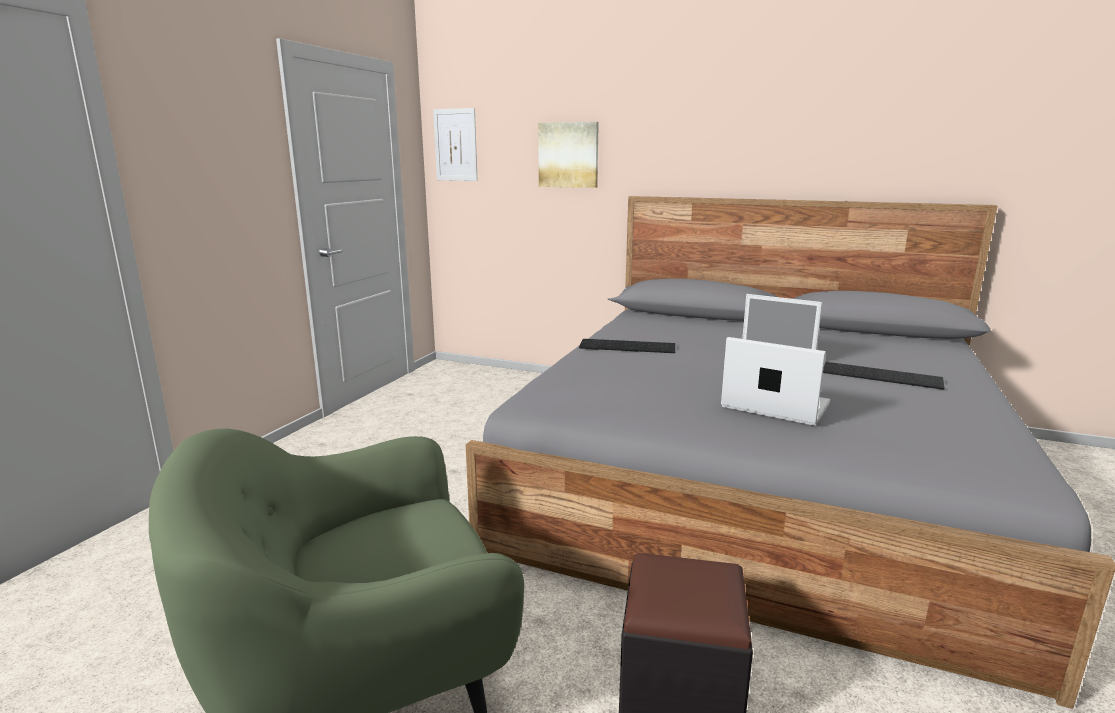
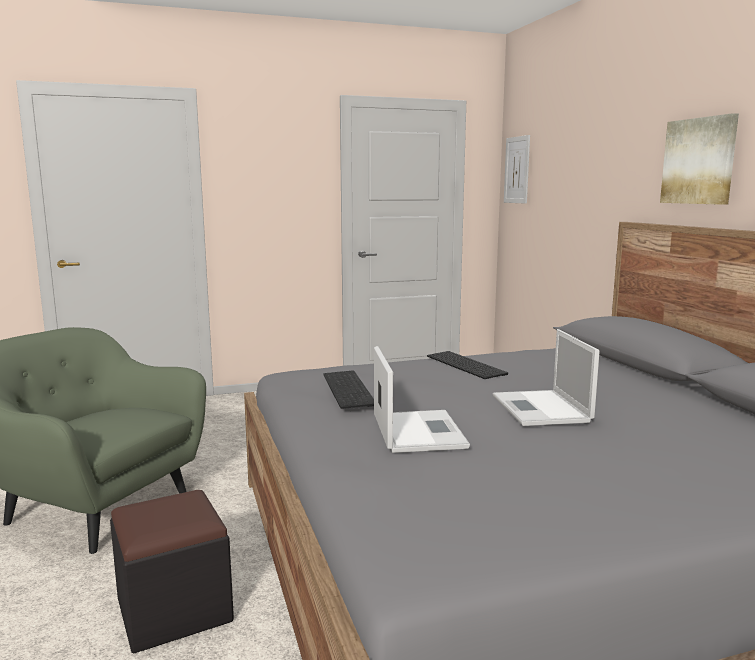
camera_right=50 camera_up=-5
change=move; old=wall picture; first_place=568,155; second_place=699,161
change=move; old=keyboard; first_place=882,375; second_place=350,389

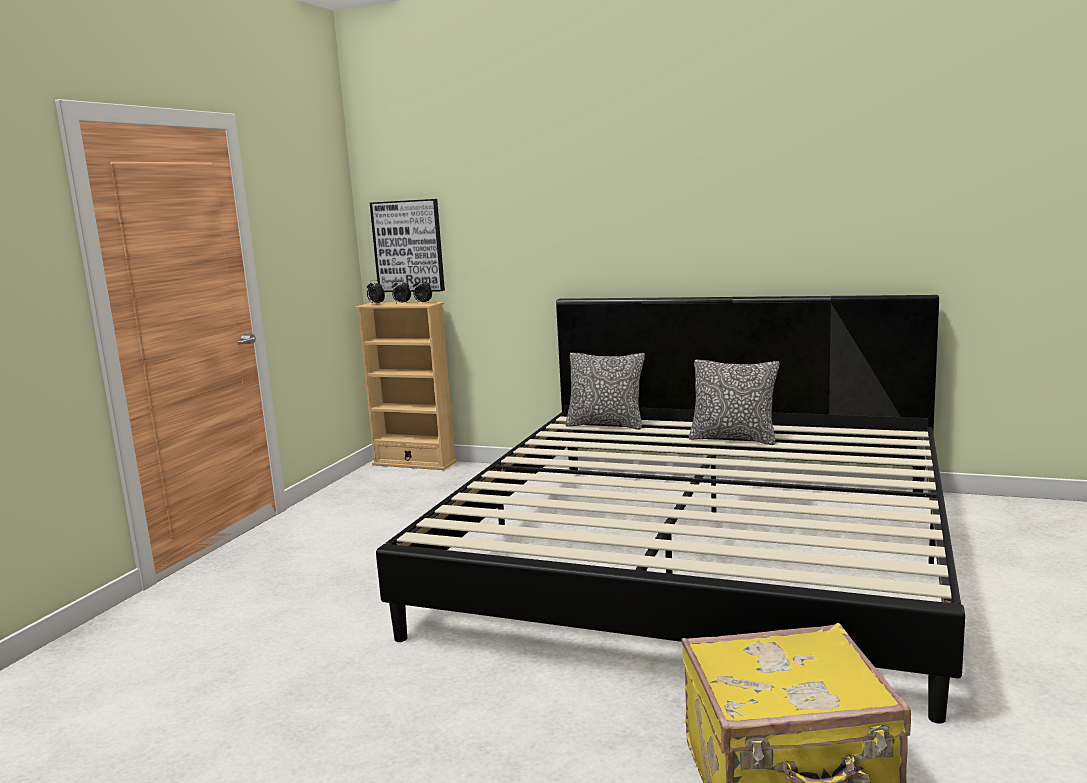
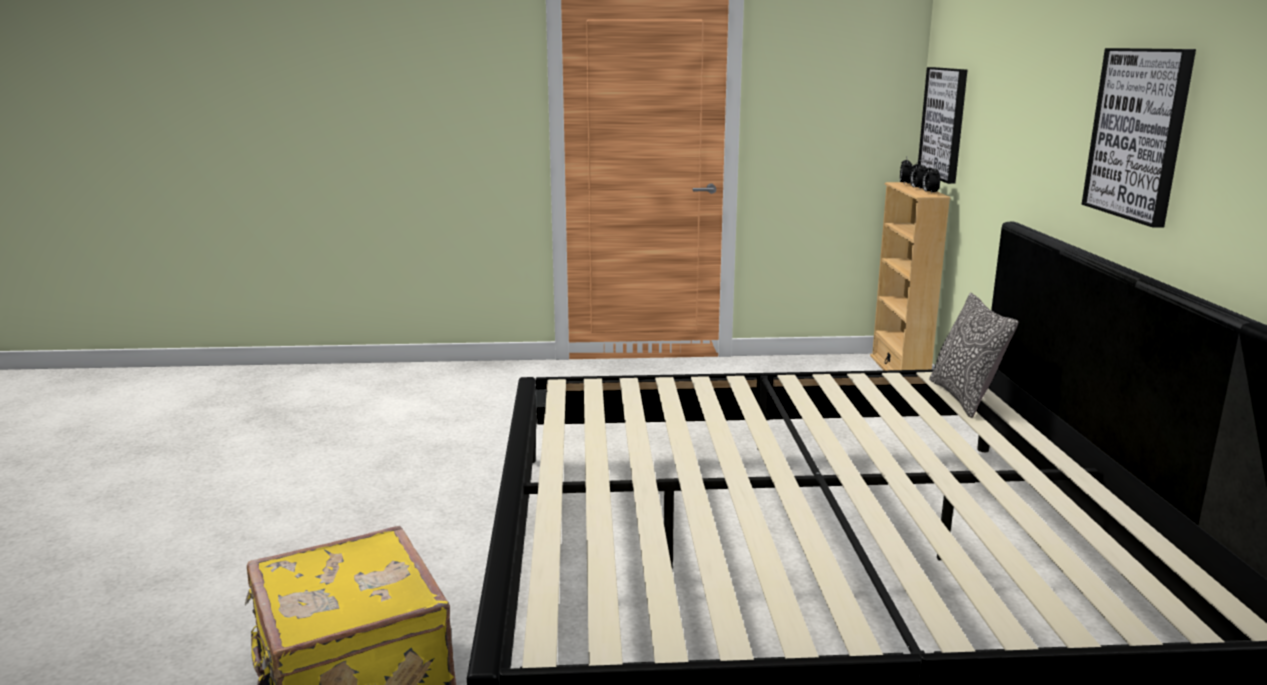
camera_right=65 camera_up=5
change=delete; old=pillow; first_place=733,439
change=insert; new=wall picture; second_place=1138,134

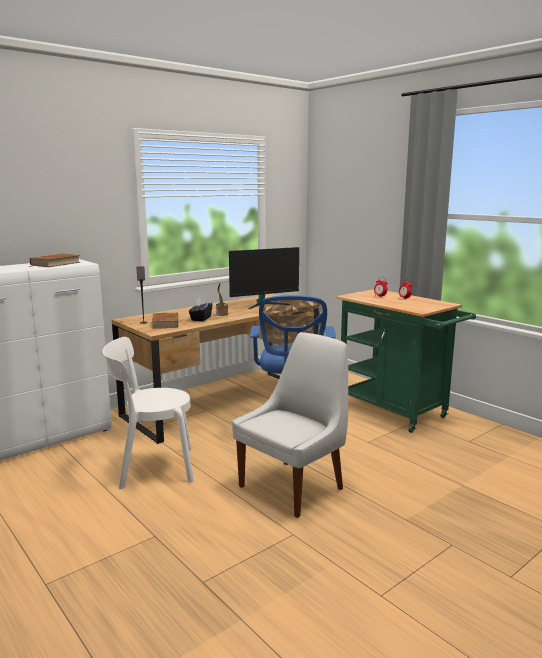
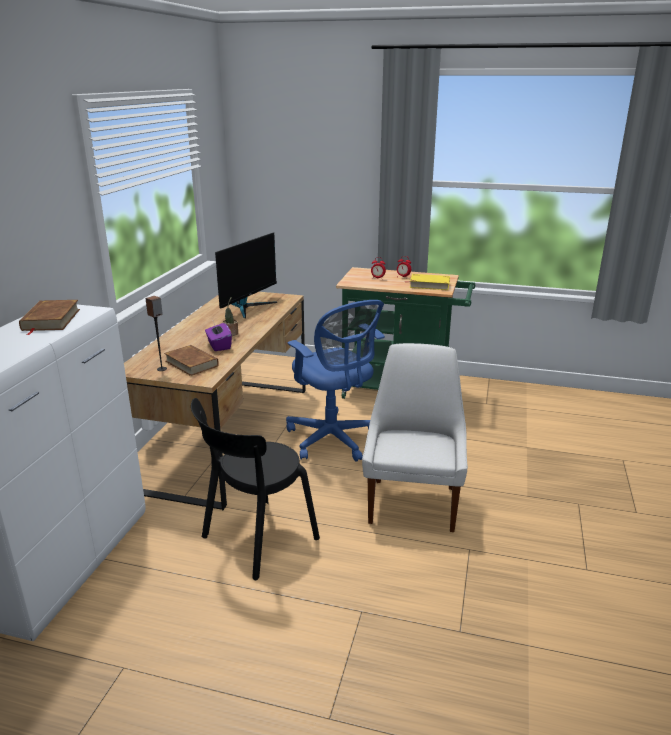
camera_right=-35 camera_up=10
change=recolor; old=white-coloured upright chair; new=black upright chair; first_place=152,467; second_place=256,540
change=recolor; old=black tissue box; new=purple-coloured tissue box; first_place=200,318; second_place=219,346
change=insert; new=yellow bound book; second_place=429,285

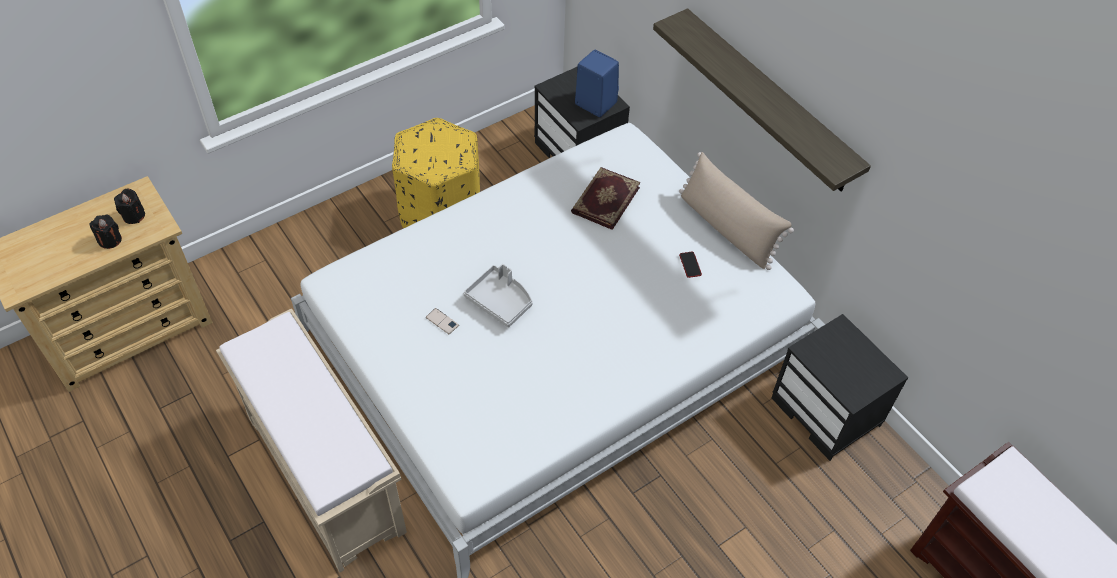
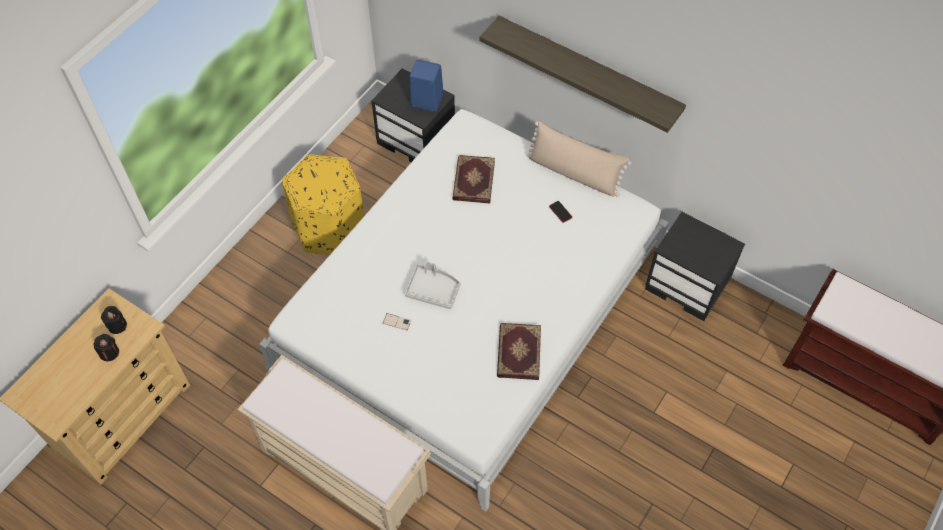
camera_right=-20 camera_up=5
change=insert; new=bound book; second_place=518,352

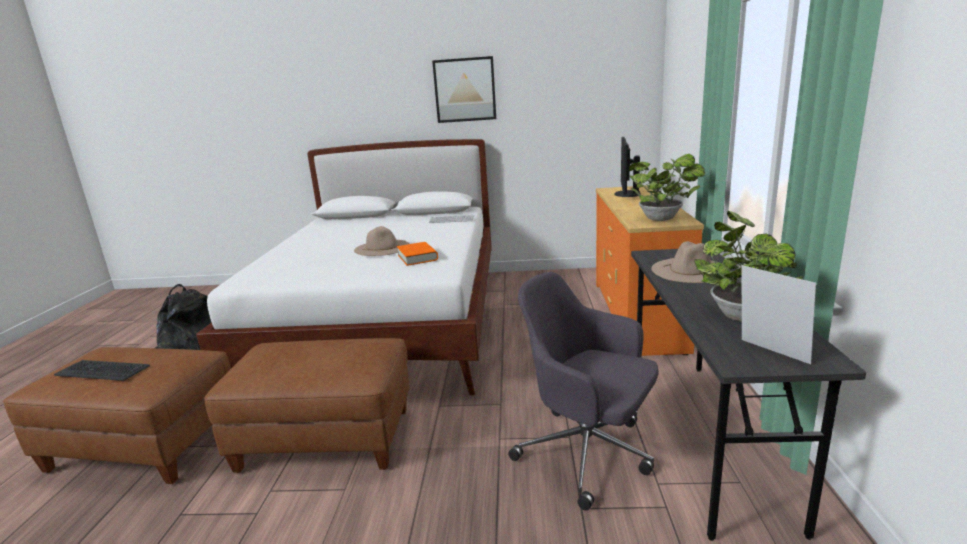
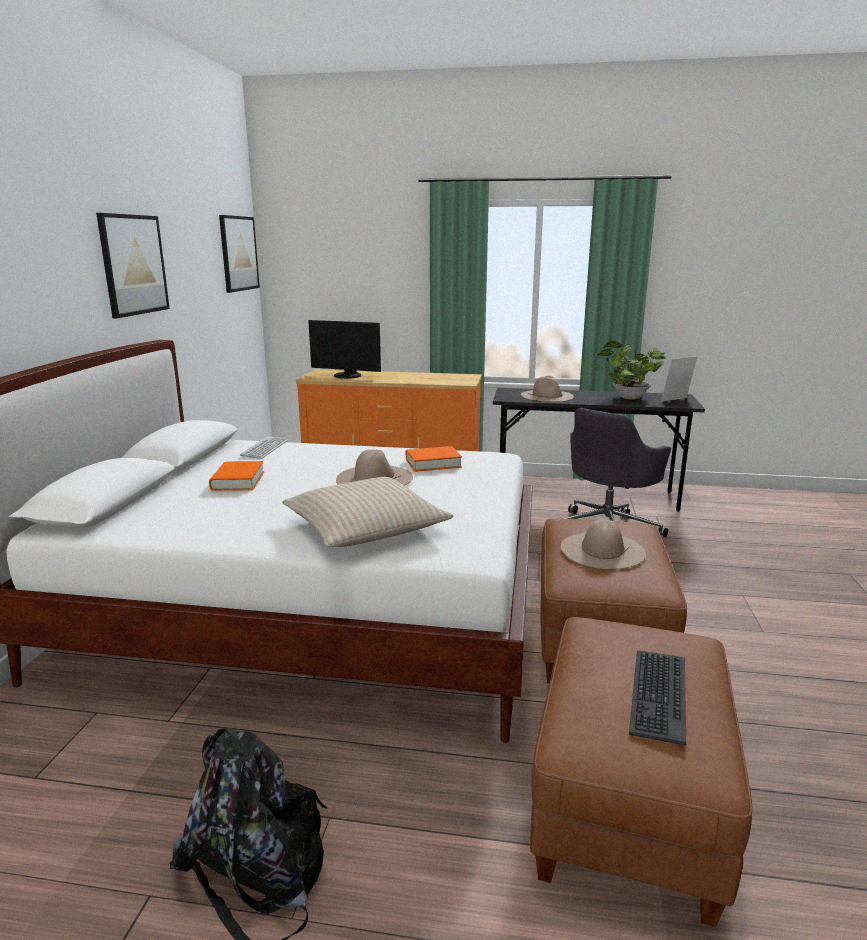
camera_right=-85 camera_up=0
change=delete; old=plant in a pot; first_place=663,219
change=insert; new=orange-coloured bound book; second_place=238,481
change=insert; new=wall picture; second_place=238,253
change=insert; new=beige pillow; second_place=365,528
change=insert; new=beige clothing hat; second_place=602,550

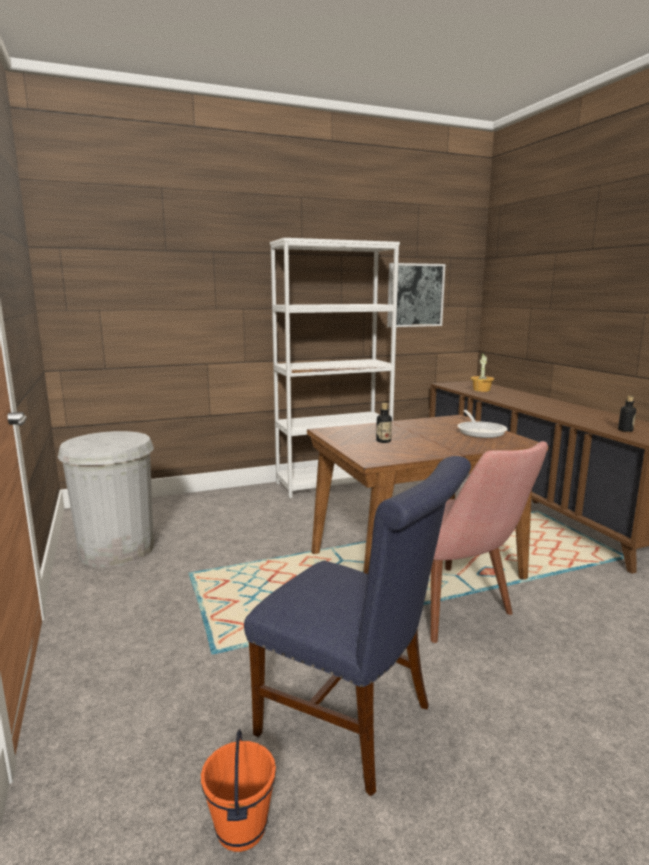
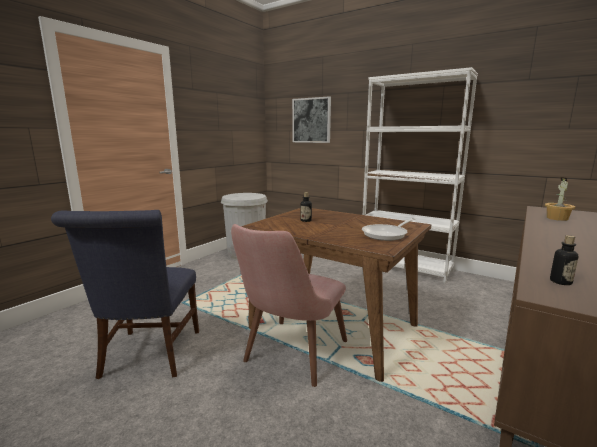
camera_right=55 camera_up=0
change=delete; old=orange-coloured pail; first_place=240,828
change=move; old=wall picture; first_place=415,295; second_place=311,120

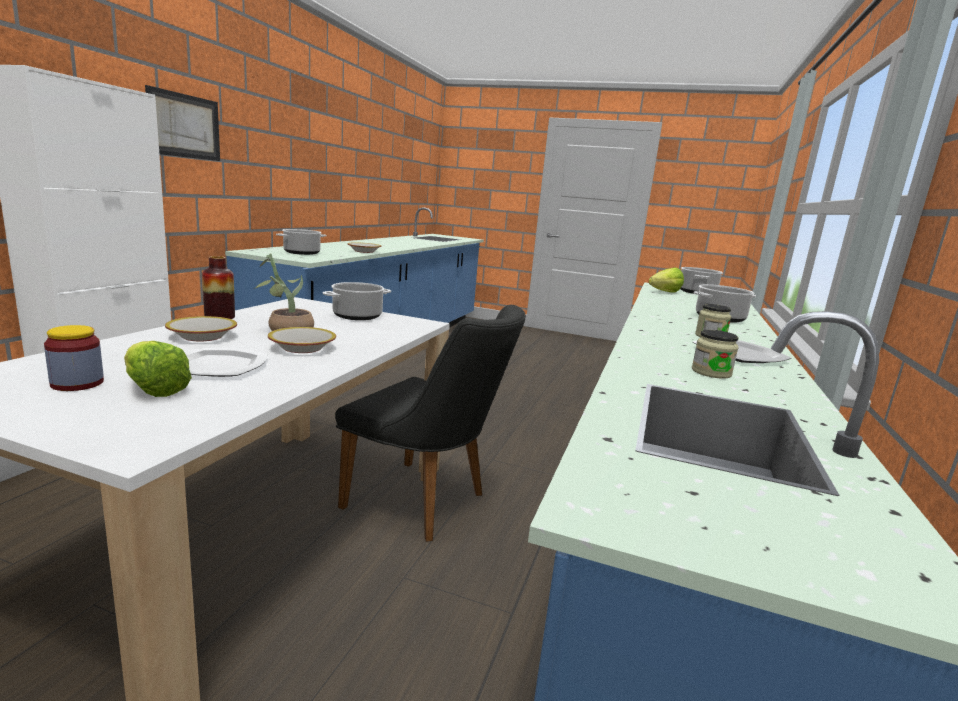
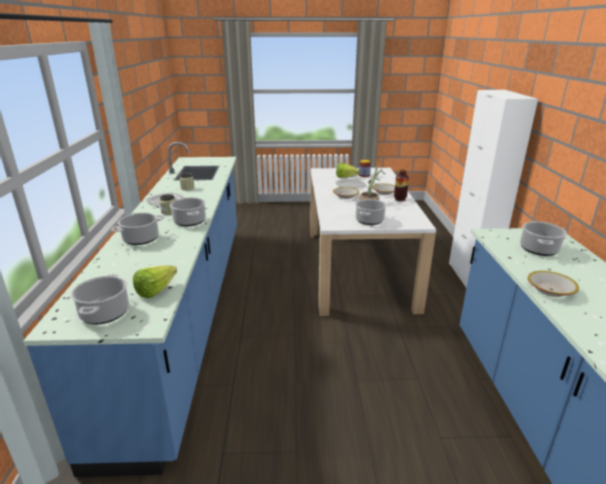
camera_right=160 camera_up=10
change=delete; old=wall picture; first_place=184,126
change=delete; old=black upright chair; first_place=426,503
change=insert; new=cooking pot; second_place=189,221

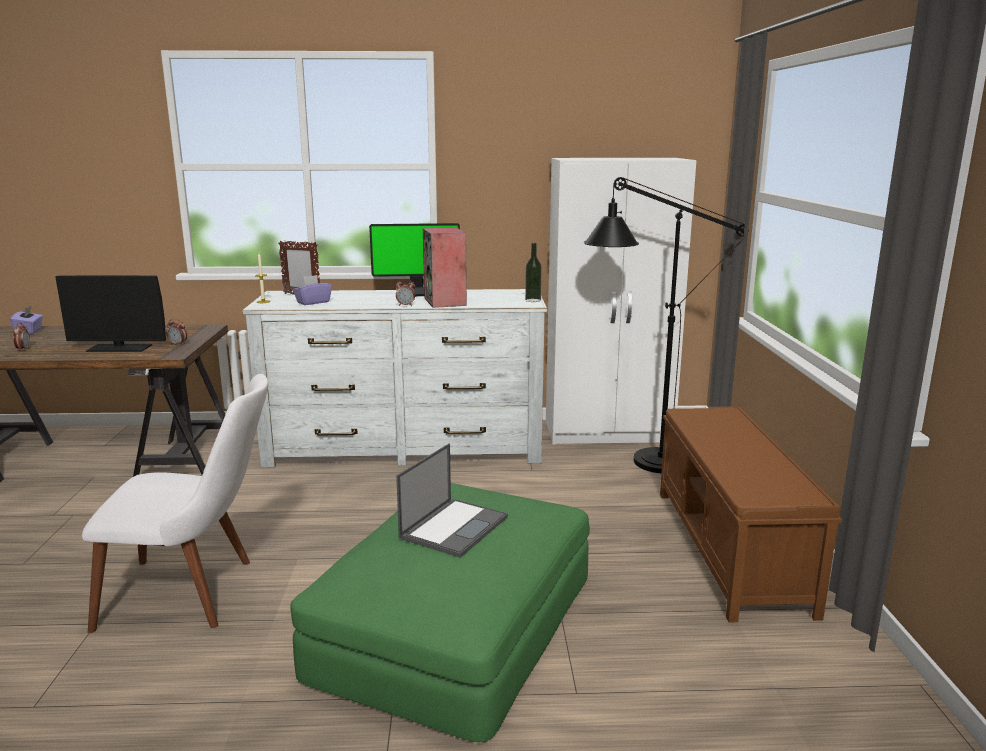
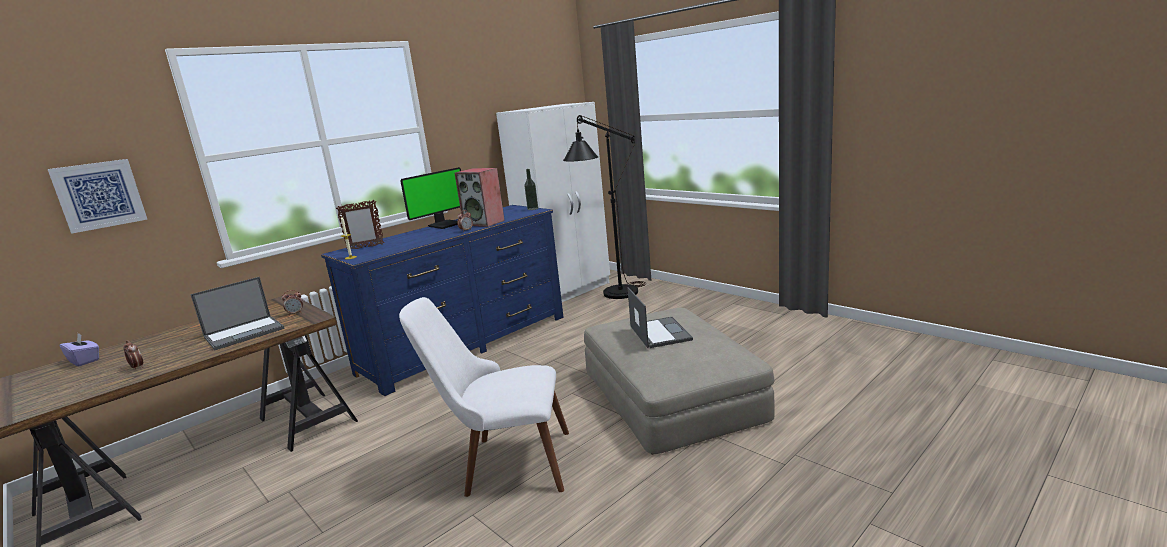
camera_right=-40 camera_up=0
change=replace; old=computer display; new=laptop; first_place=119,348; second_place=245,332
change=rotate; old=white-coloured upright chair; first_place=197,592; second_place=503,464; degrees=-135
change=recolor; old=white-coloured dresser; new=blue dresser; first_place=405,448; second_place=466,344
change=recolor; old=green-coloured pouffe; new=beige pouffe; first_place=455,623; second_place=670,394
change=delete; old=purple-coloured tissue box; first_place=313,302
change=delete; old=brown bench; first_place=730,549
change=insert; new=wall picture; second_place=99,195

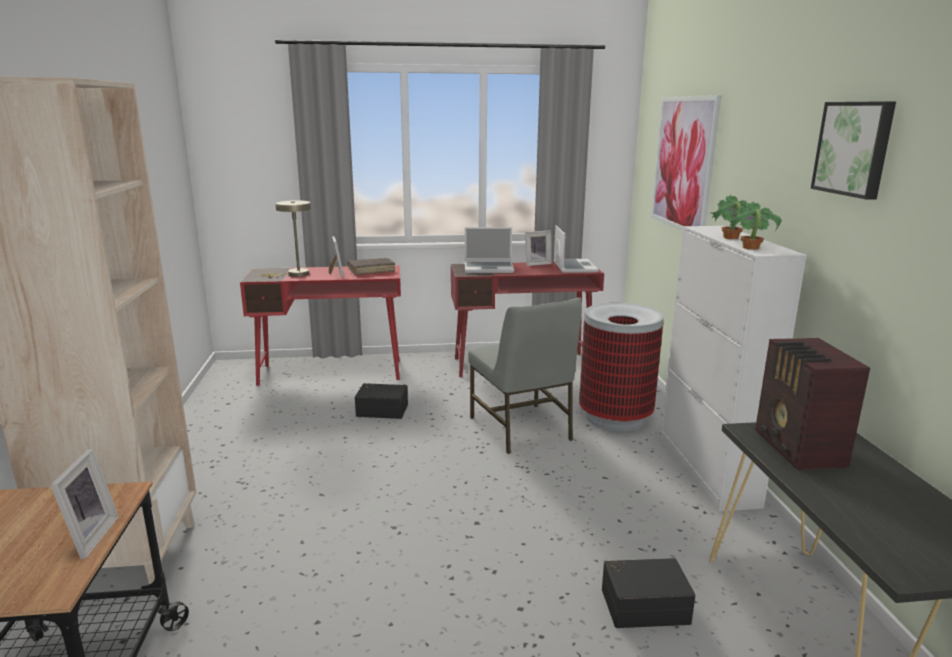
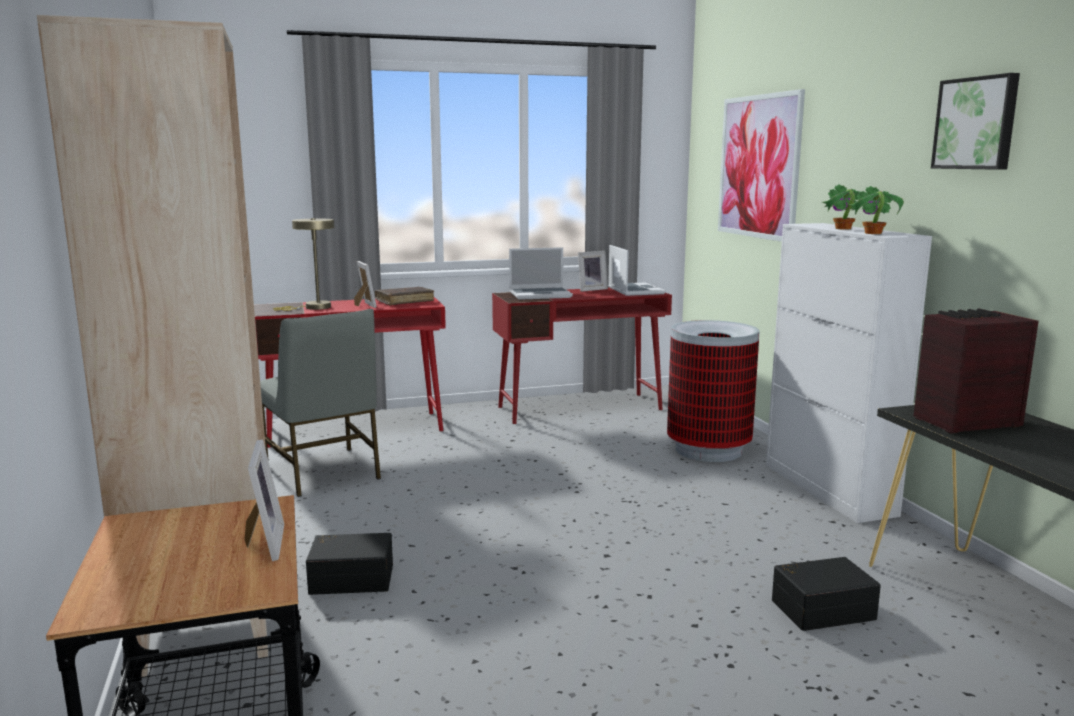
camera_right=-10 camera_up=-5
change=move; old=black storage bin; first_place=382,409; second_place=352,578
change=move; old=gray upright chair; first_place=521,429; second_place=323,472
change=rotate; old=radio; first_place=798,449; second_place=963,422; degrees=90

